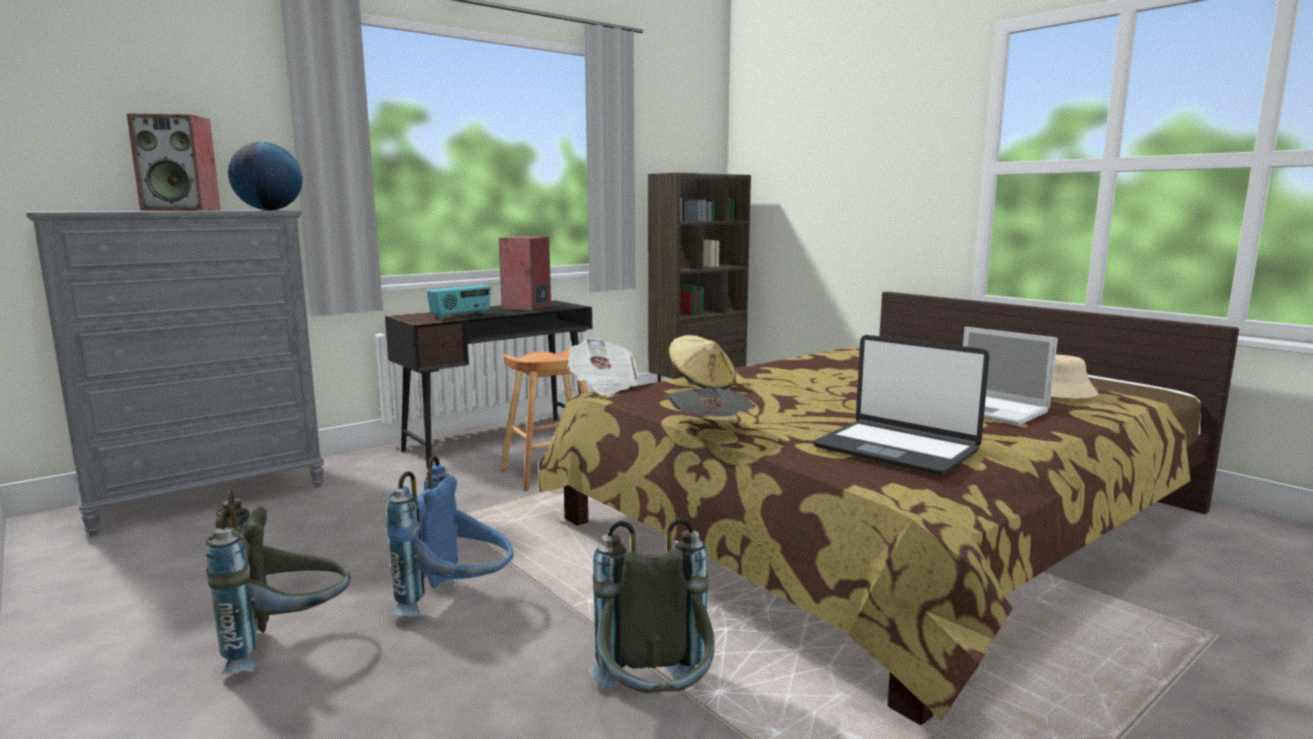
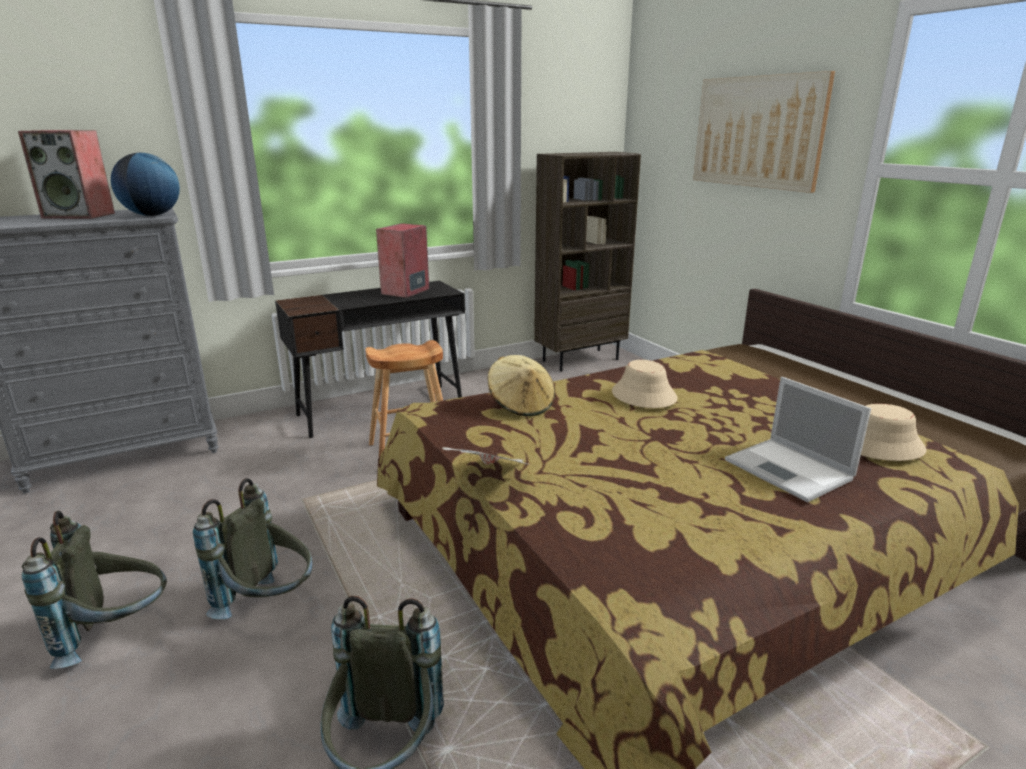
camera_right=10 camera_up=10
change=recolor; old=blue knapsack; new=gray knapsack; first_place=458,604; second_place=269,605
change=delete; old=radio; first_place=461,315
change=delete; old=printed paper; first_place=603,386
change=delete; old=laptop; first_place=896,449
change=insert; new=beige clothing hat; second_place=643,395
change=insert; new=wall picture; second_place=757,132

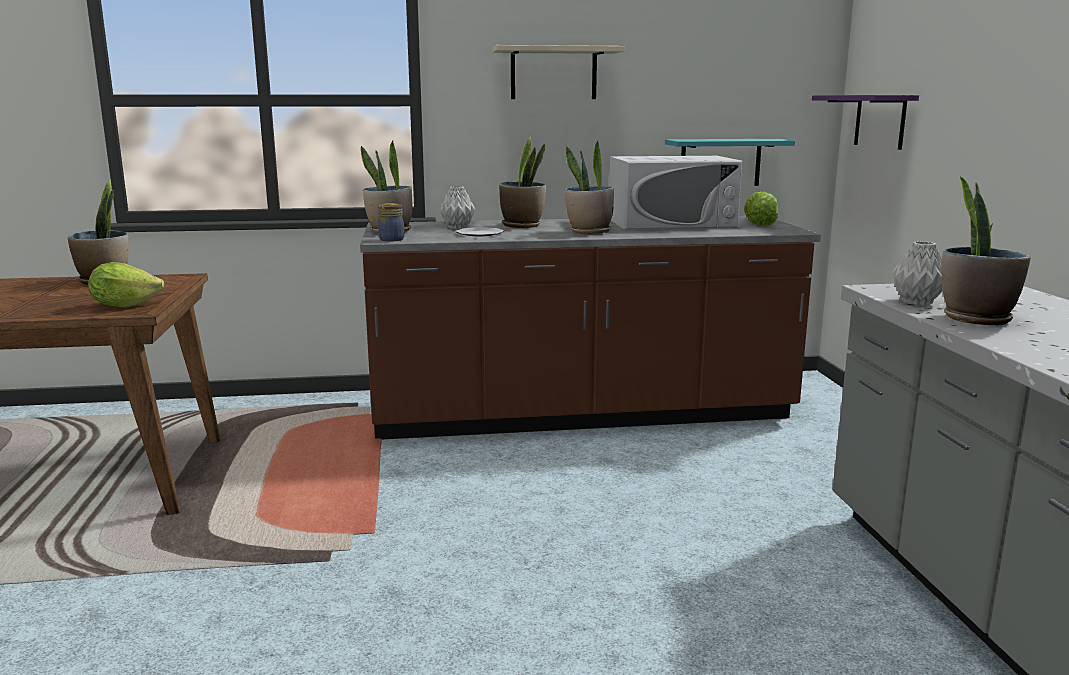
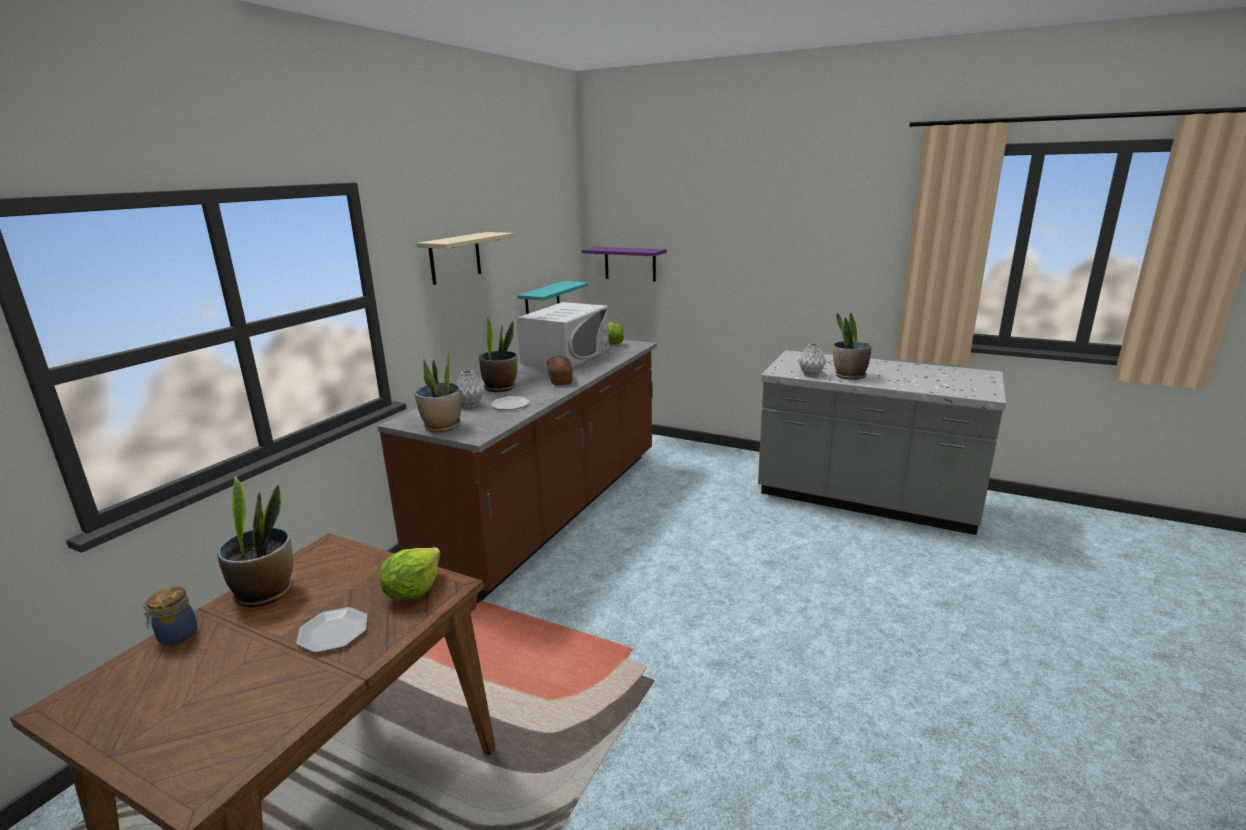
camera_right=-55 camera_up=5
change=move; old=jar; first_place=390,239; second_place=176,636
change=replace; old=plant in a pot; new=bread; first_place=589,232; second_place=560,379
change=insert; new=dinner plate; second_place=333,632

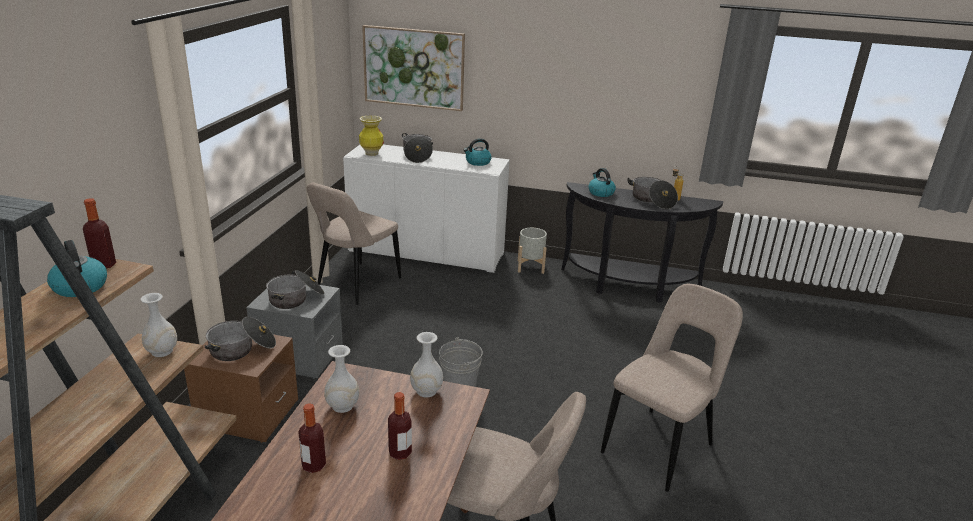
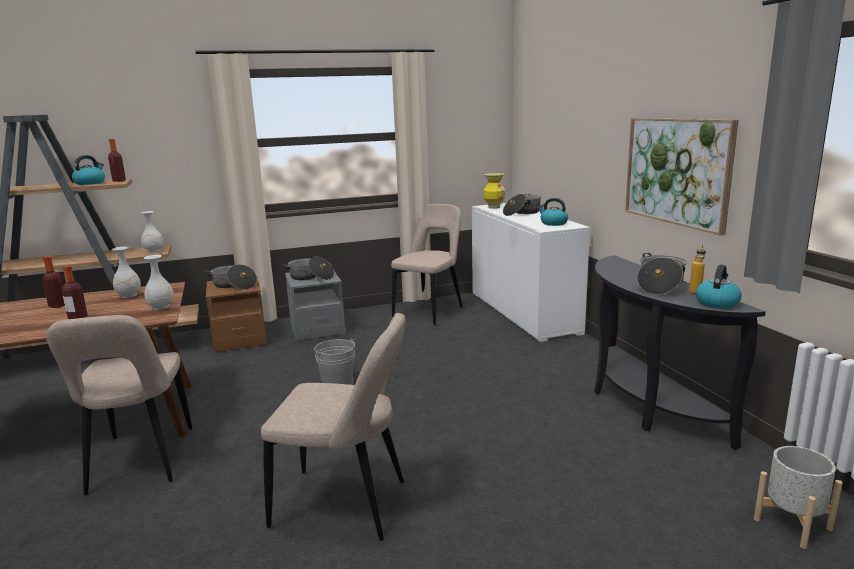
camera_right=60 camera_up=-10
change=rotate; old=beige upright chair; first_place=356,285; second_place=430,311; degrees=120
change=move; old=wall picture; first_place=414,68; second_place=677,171
change=move; old=gray planter; first_place=530,266; second_place=792,524
change=move; old=water kettle; first_place=600,192; second_place=717,303

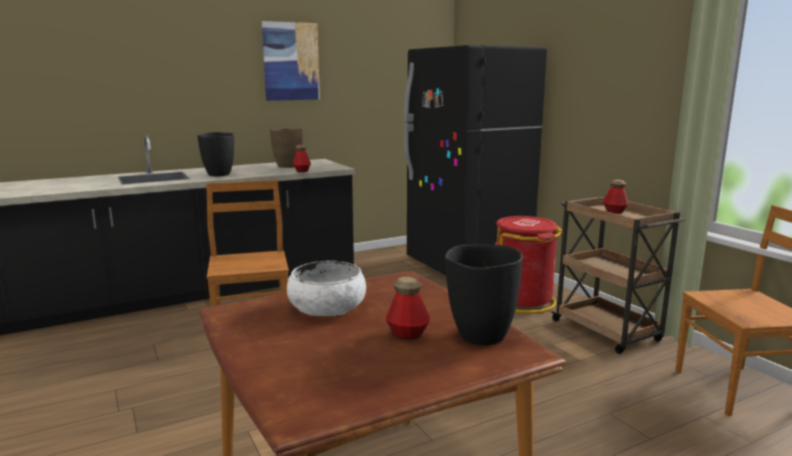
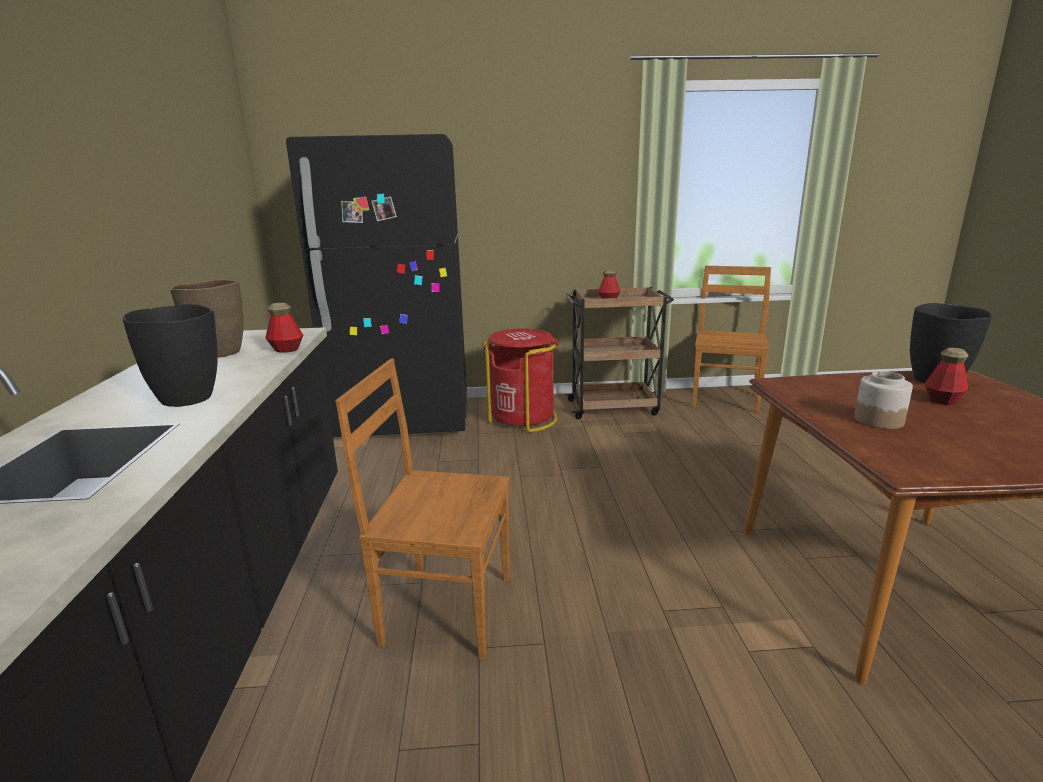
camera_right=-65 camera_up=5
change=delete; old=wall picture; first_place=291,61
change=replace; old=white-coloured deep dish; new=jar; first_place=327,307; second_place=878,420

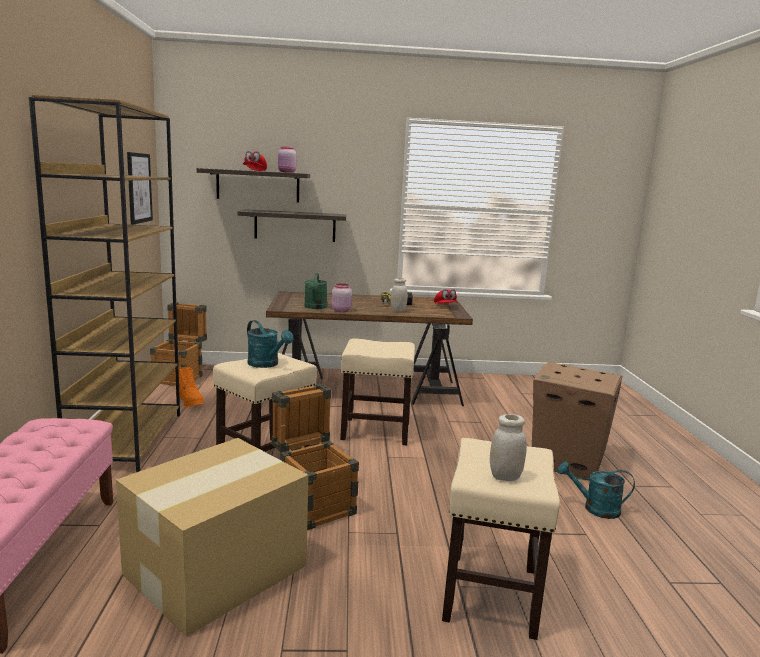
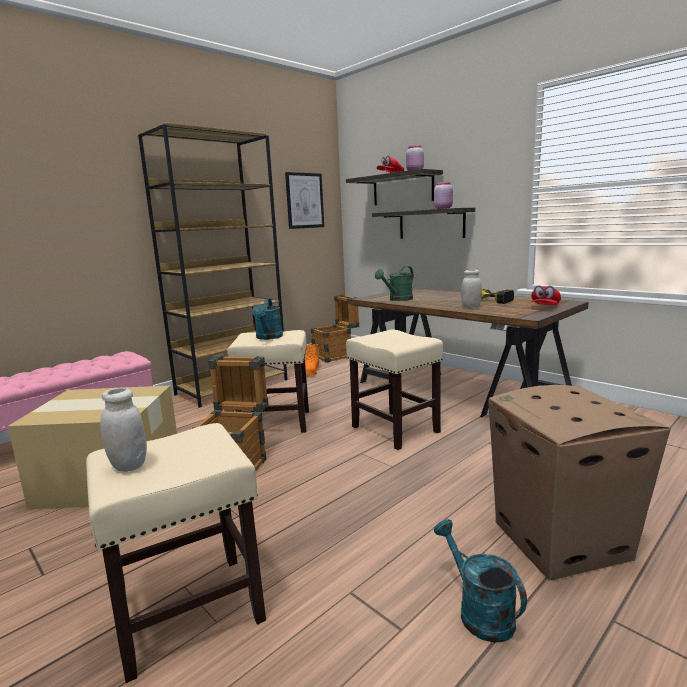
camera_right=50 camera_up=0
change=move; old=pink jar; first_place=341,310; second_place=443,208

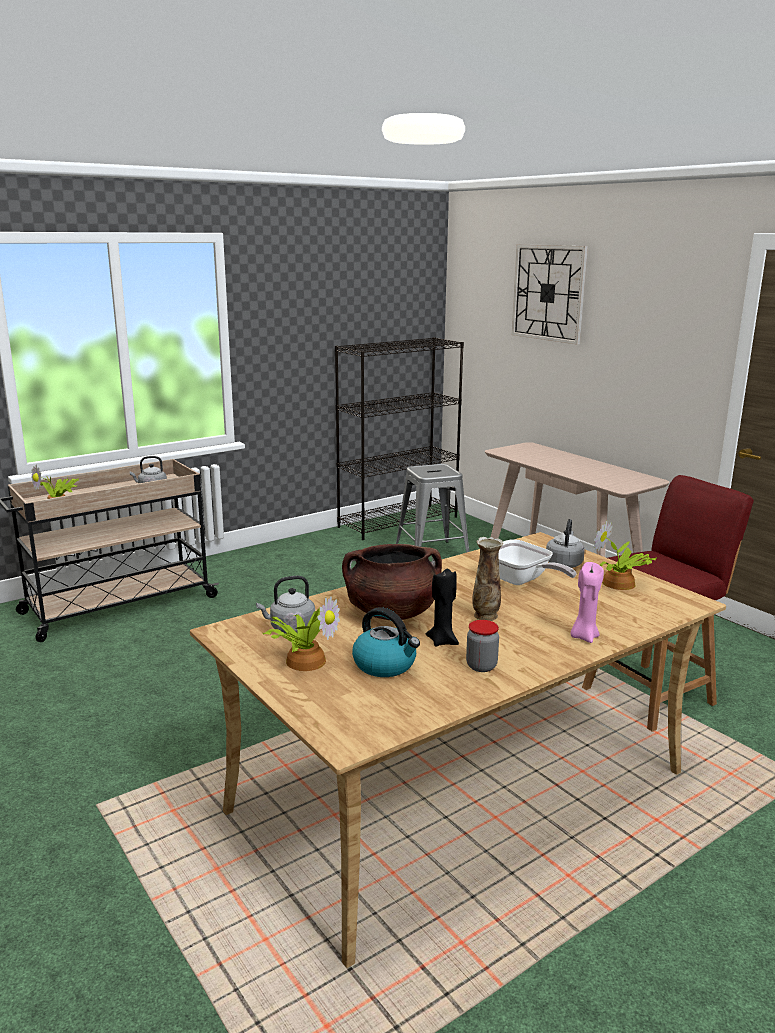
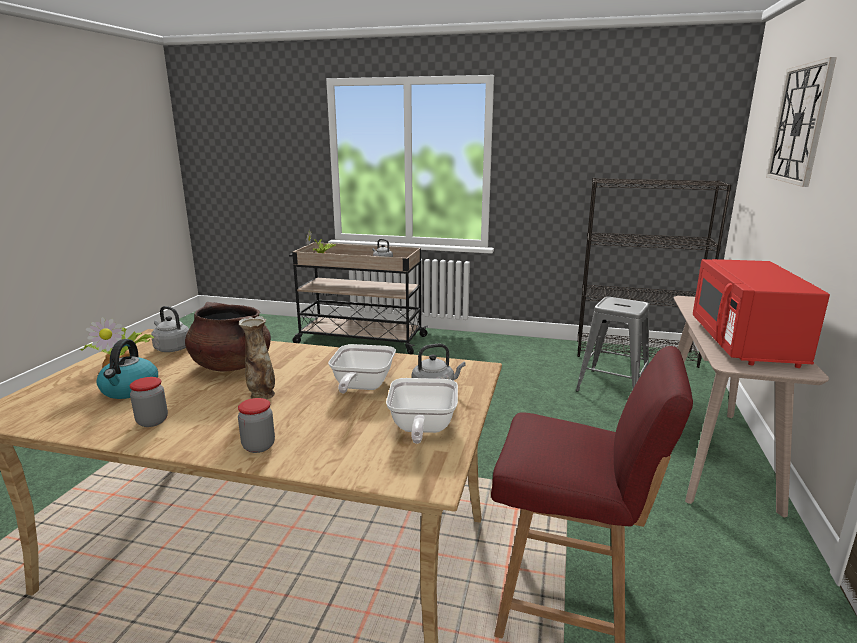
camera_right=50 camera_up=0
change=delete; old=black candle; first_place=442,641
change=replace; old=pink candle; new=jar; first_place=584,637; second_place=258,446
change=replace; old=plant in a pot; new=skillet; first_place=619,584; second_place=421,429
change=insert; new=red microwave oven; second_place=745,343

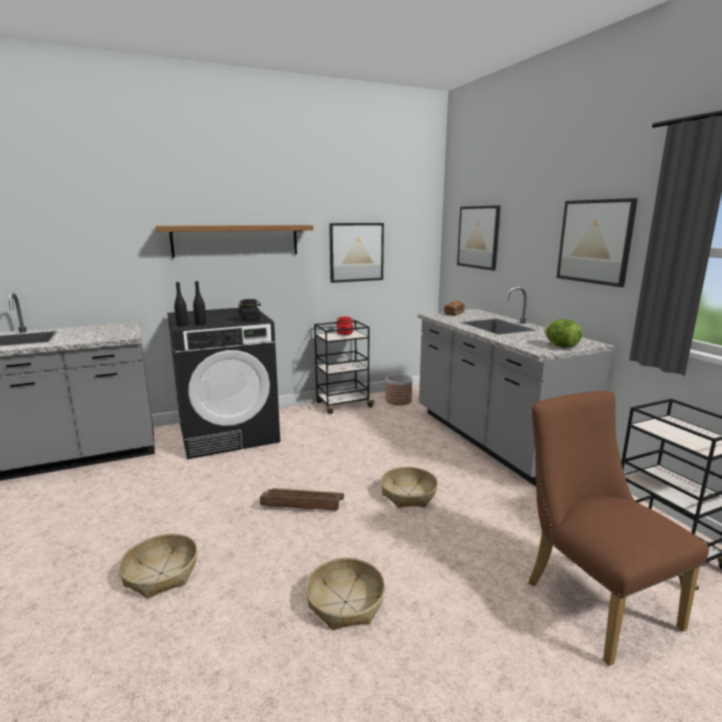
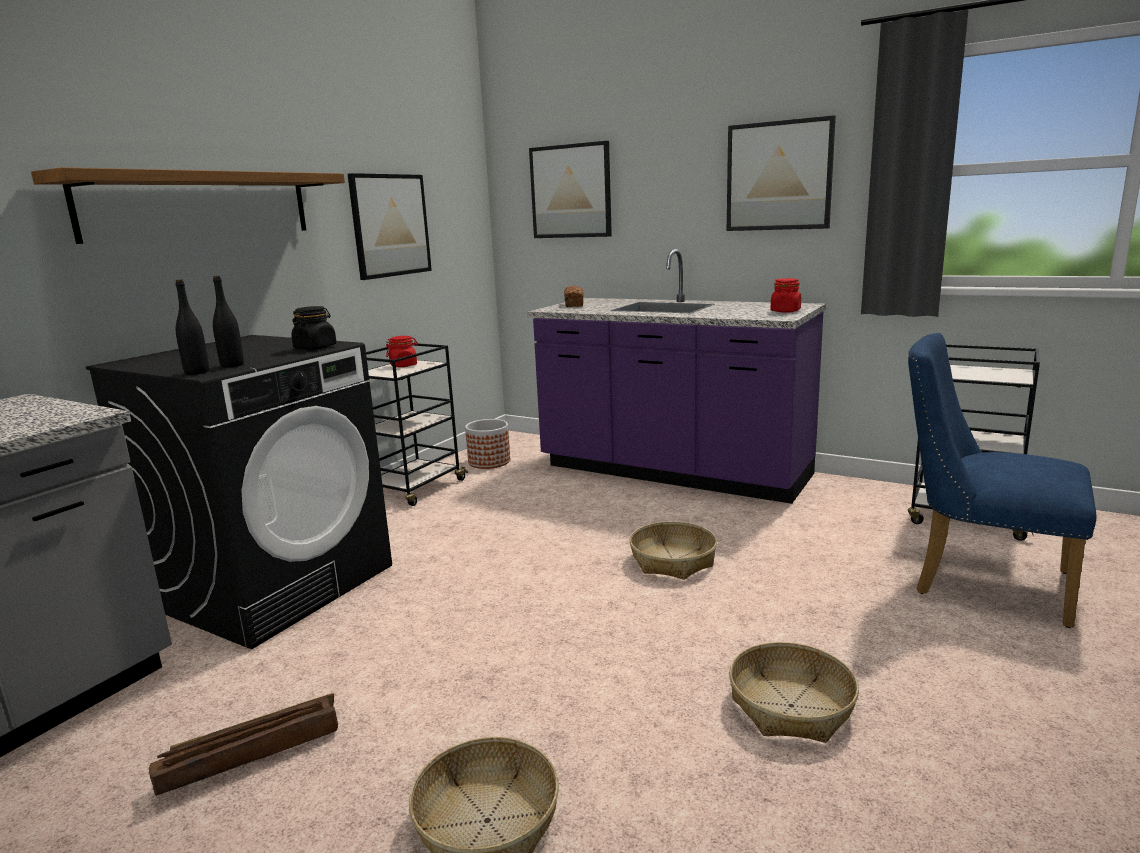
camera_right=-35 camera_up=0
change=move; old=crate; first_place=302,505; second_place=251,755
change=recolor; old=gray kitchen counter; new=purple-coloured kitchen counter; first_place=492,440; second_place=673,472
change=recolor; old=brown upright chair; new=blue upright chair; first_place=591,598; second_place=978,581
change=replace; old=lettuce; new=red jar; first_place=561,346; second_place=785,311

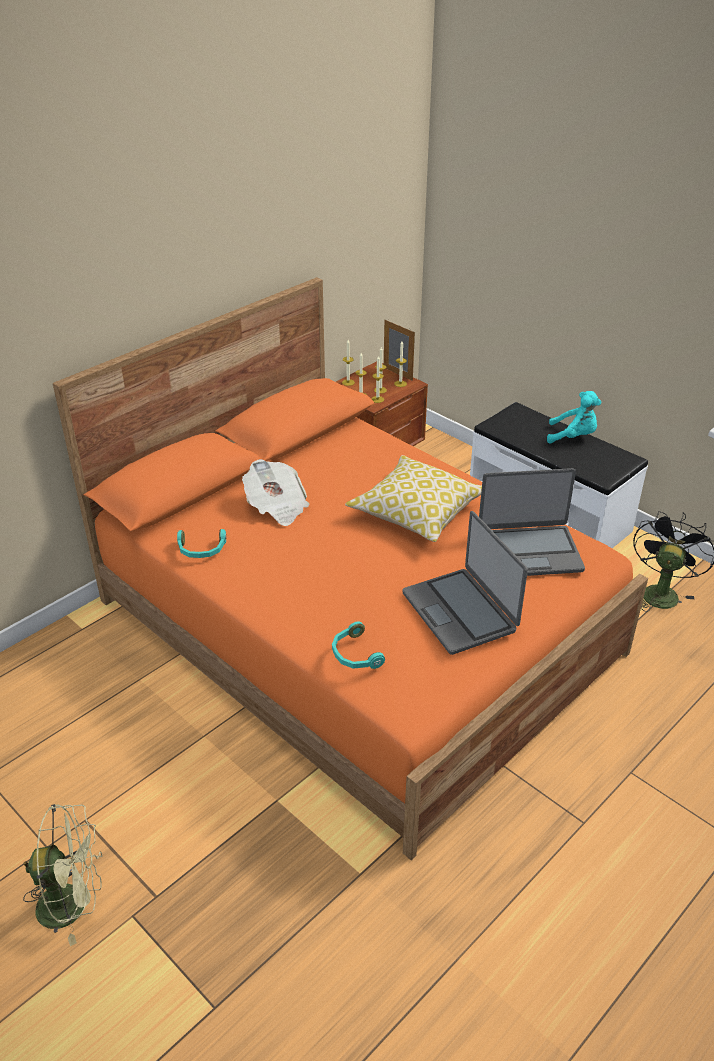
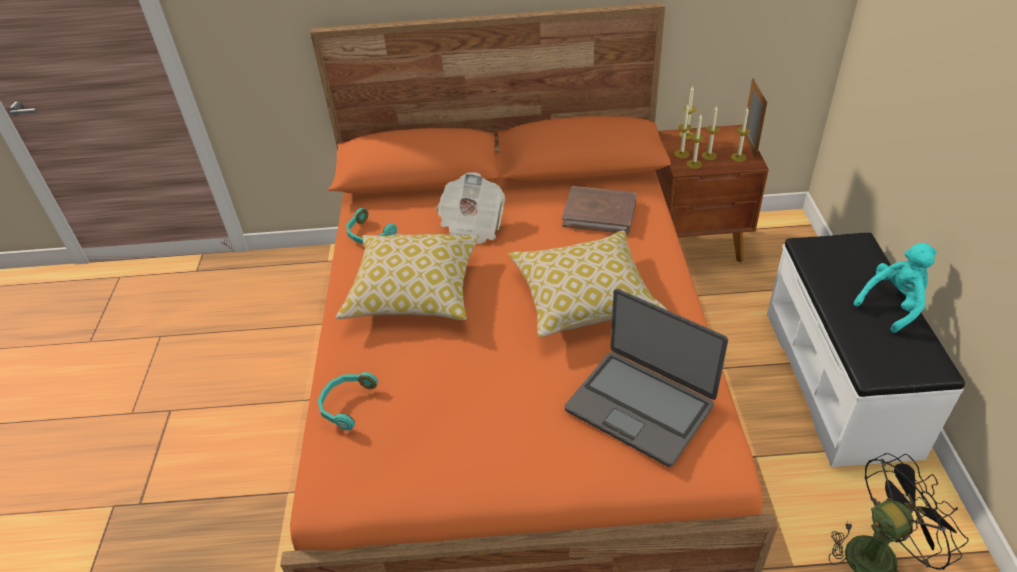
camera_right=45 camera_up=5
change=delete; old=green-coloured electric fan; first_place=73,903
change=delete; old=laptop; first_place=460,611
change=rotate; old=turquoise-coloured cuddly toy; first_place=573,437; second_place=893,305; degrees=-90
change=insert; new=pillow; second_place=413,292
change=insert; new=brown bound book; second_place=599,212

